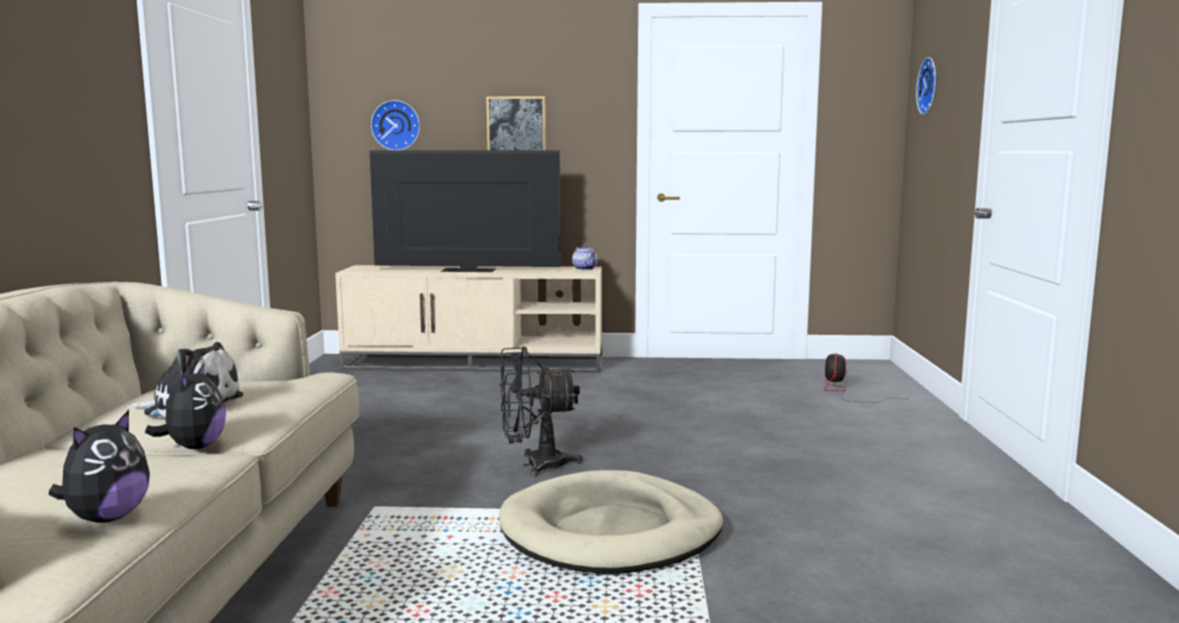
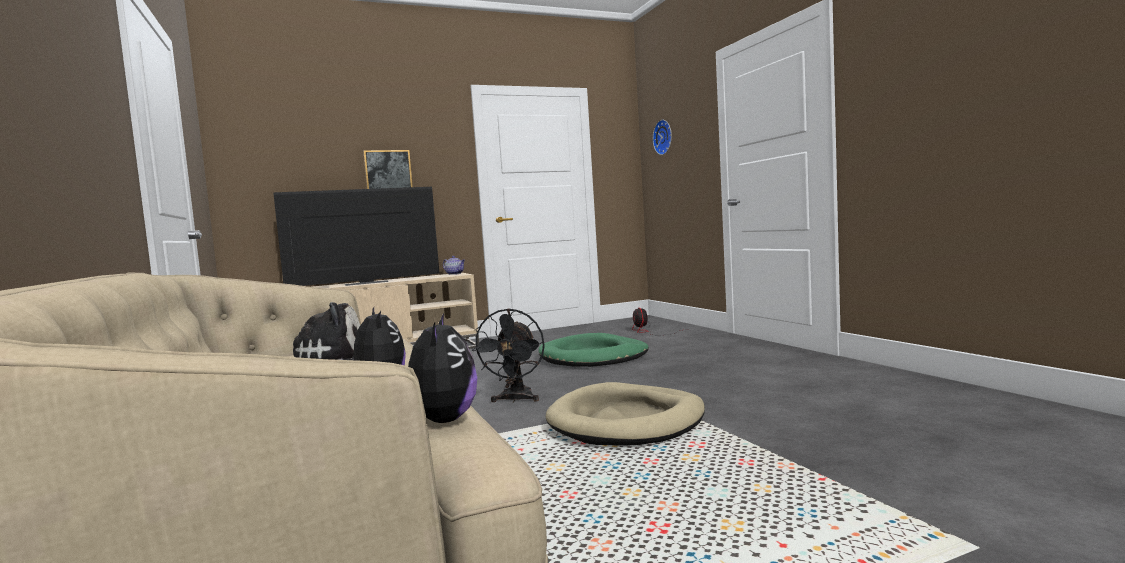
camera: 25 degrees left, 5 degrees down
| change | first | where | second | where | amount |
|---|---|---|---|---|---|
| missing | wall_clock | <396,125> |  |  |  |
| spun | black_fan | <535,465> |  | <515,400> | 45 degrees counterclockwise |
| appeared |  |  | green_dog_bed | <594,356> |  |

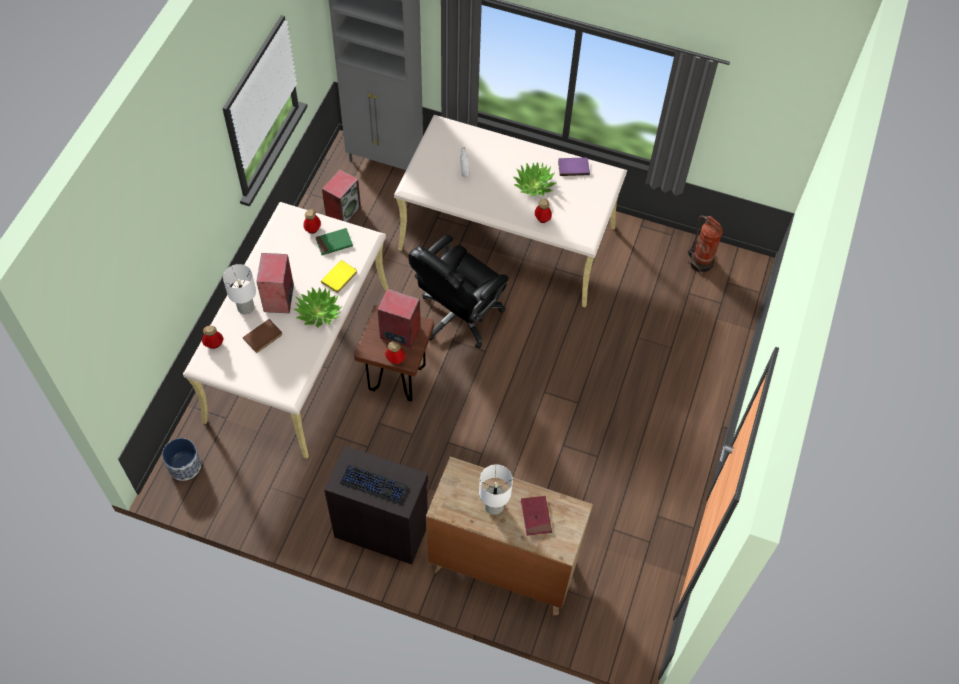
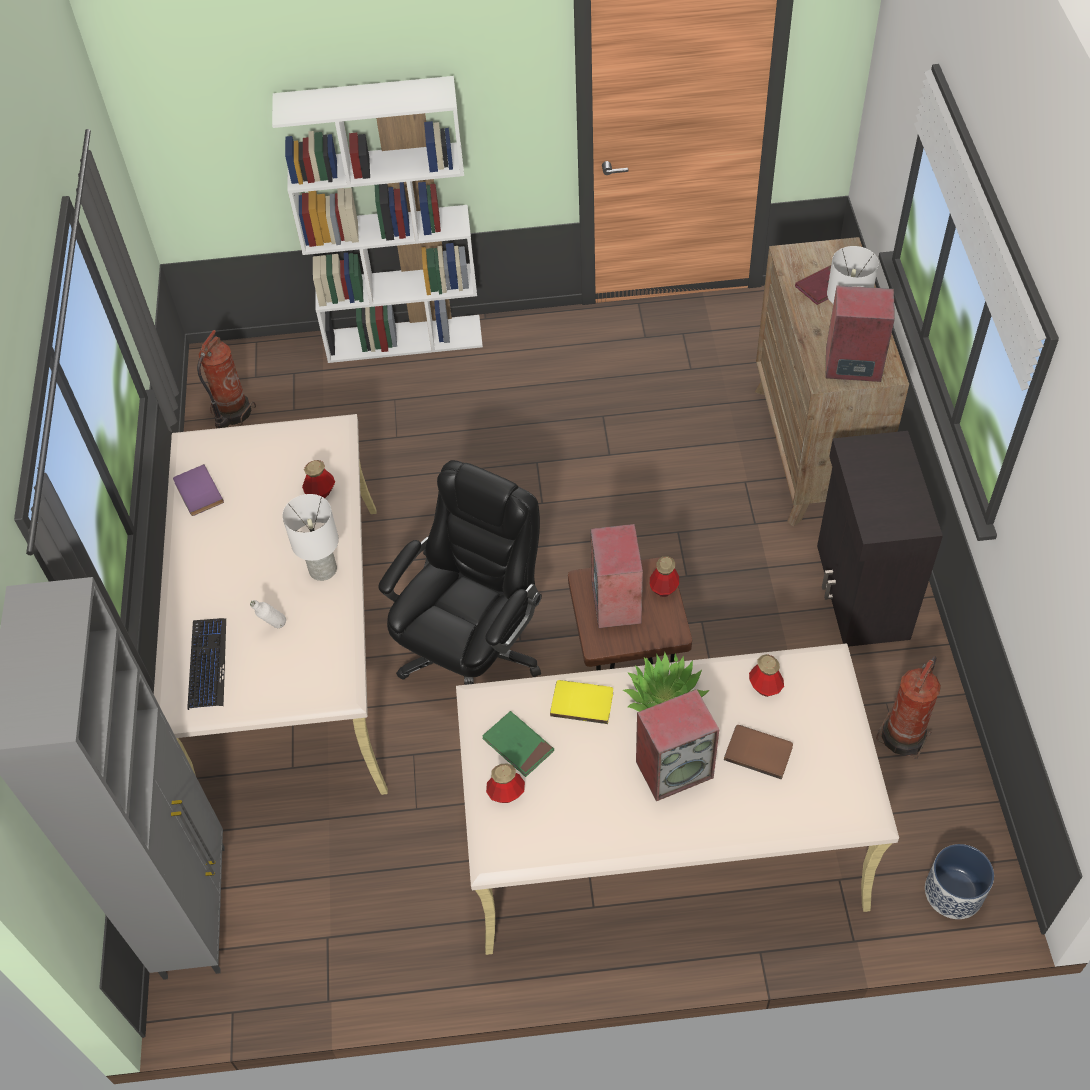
camera: 110 degrees left, 5 degrees down
| change | first | where | second | where | amount |
|---|---|---|---|---|---|
| missing | potted_plant | <534,185> |  |  |  |
| relocated | speaker | <343,212> |  | <852,365> |  |
| spun | black_office_chair | <458,316> |  | <473,652> | 75 degrees counterclockwise |
| relocated | white_table_lamp | <246,307> |  | <322,569> |  |
| relocated | bottle | <214,343> |  | <765,687> |  |
| relocated | keyboard | <374,484> |  | <207,664> |  |
| appeared |  |  | white_bookcase | <405,338> |  |
| appeared |  |  | fire_extinguisher | <905,735> |  |

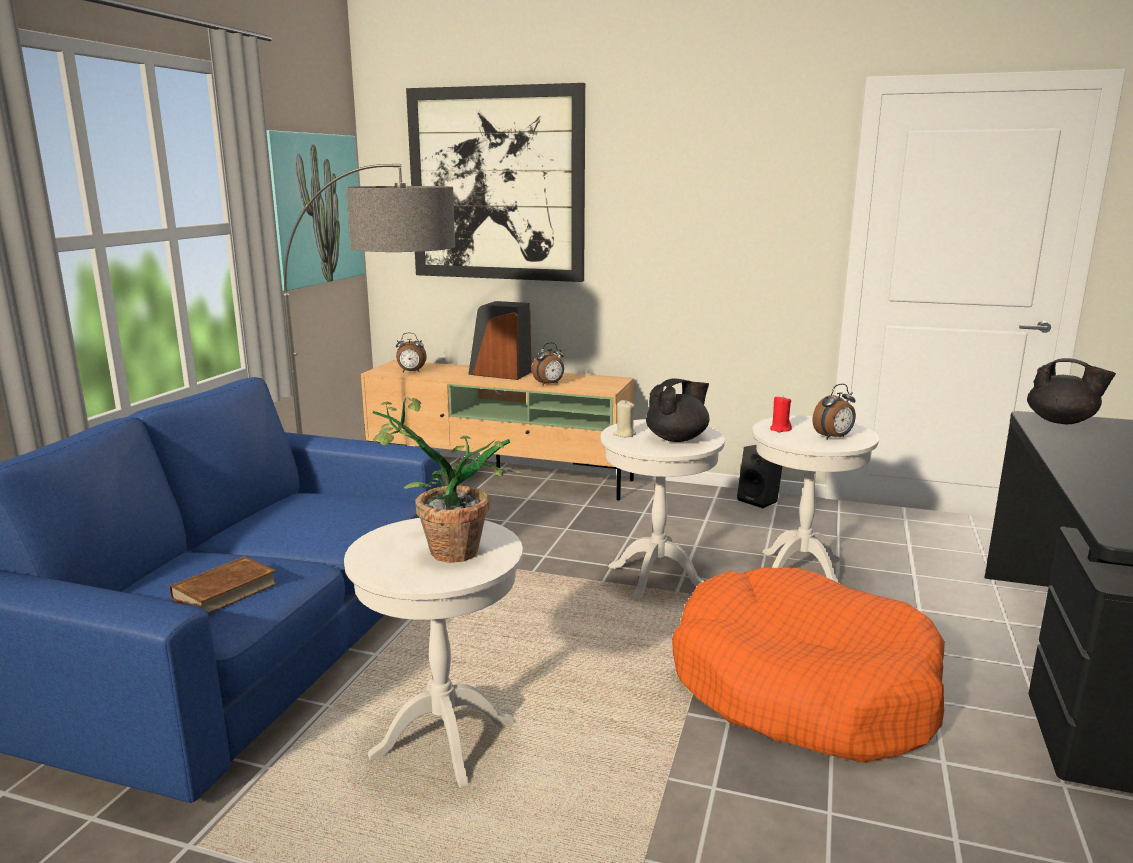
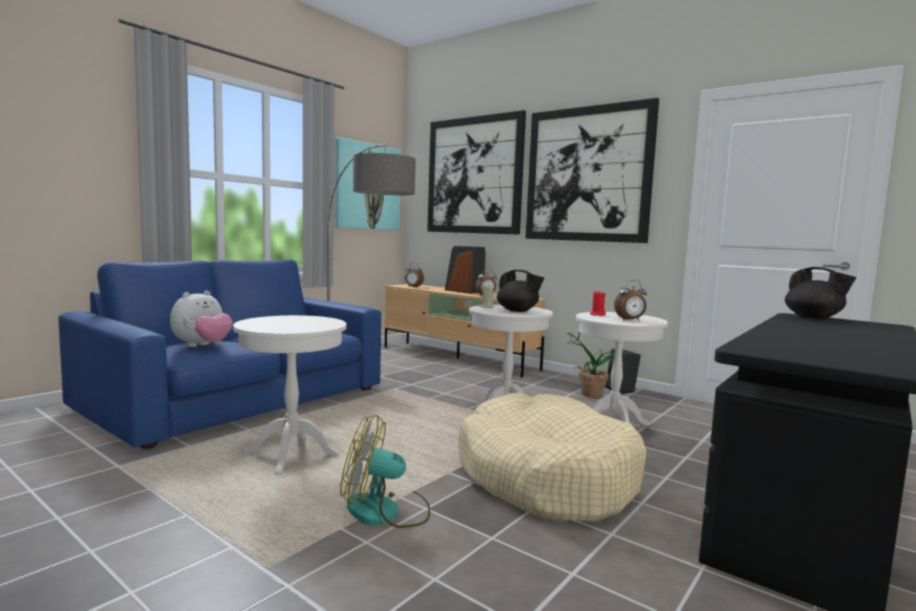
camera: 20 degrees right, 10 degrees down
| change | first | where | second | where | amount |
|---|---|---|---|---|---|
| spun | black_teapot | <677,438> |  | <518,311> | 45 degrees clockwise |
| relocated | potted_plant | <441,551> |  | <586,394> |  |
| exchanged | brown_book | <224,591> | plush_toy | <202,346> |  |
| colour | orange_dog_bed | <802,687> | beige_dog_bed | <545,477> |  |
| appeared |  |  | picture | <587,174> |  |
| appeared |  |  | fan | <385,512> |  |

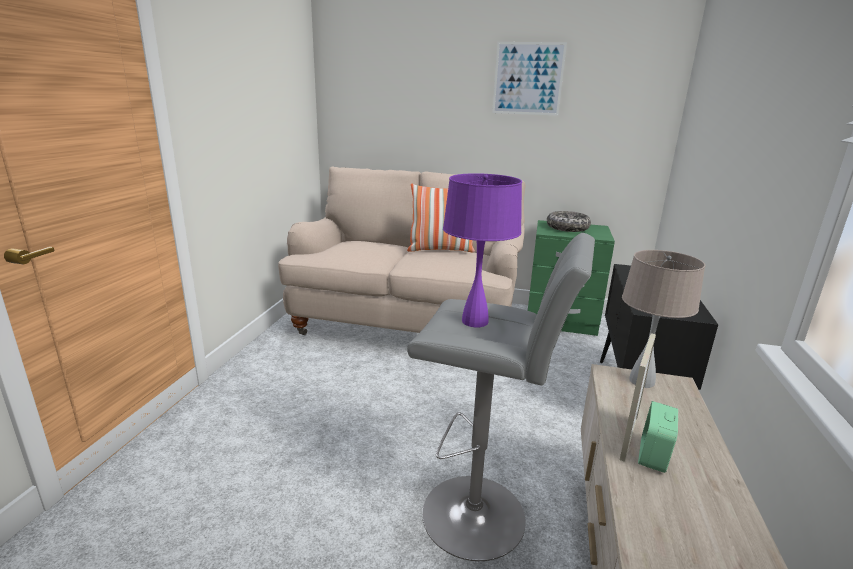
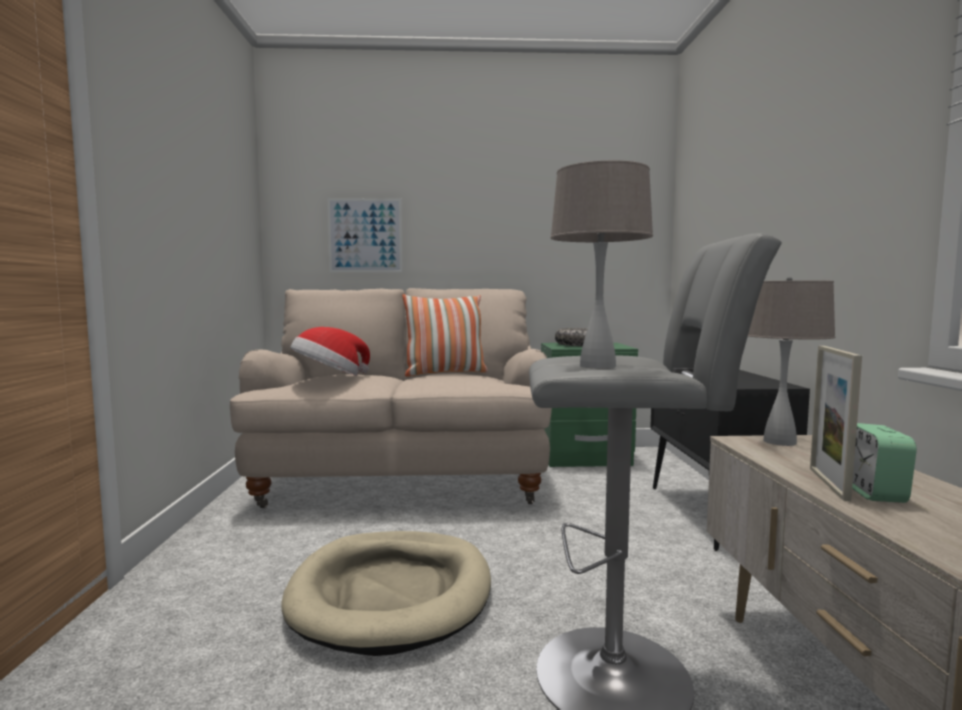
camera: 15 degrees left, 15 degrees down
| change | first | where | second | where | amount |
|---|---|---|---|---|---|
| relocated | picture | <528,79> |  | <365,235> |  |
| colour | purple_table_lamp | <475,321> | beige_table_lamp | <597,366> |  |
| appeared |  |  | hat | <329,377> |  |
| appeared |  |  | beige_dog_bed | <392,594> |  |

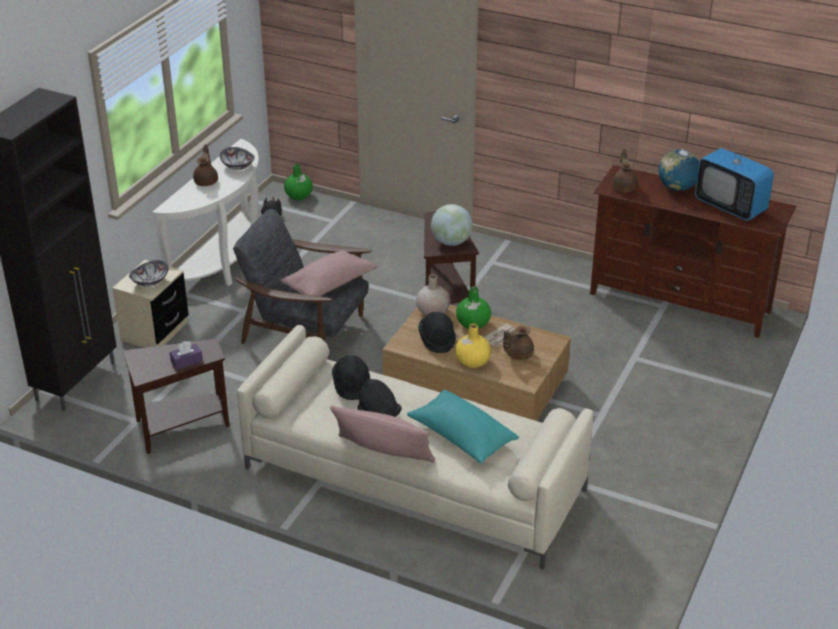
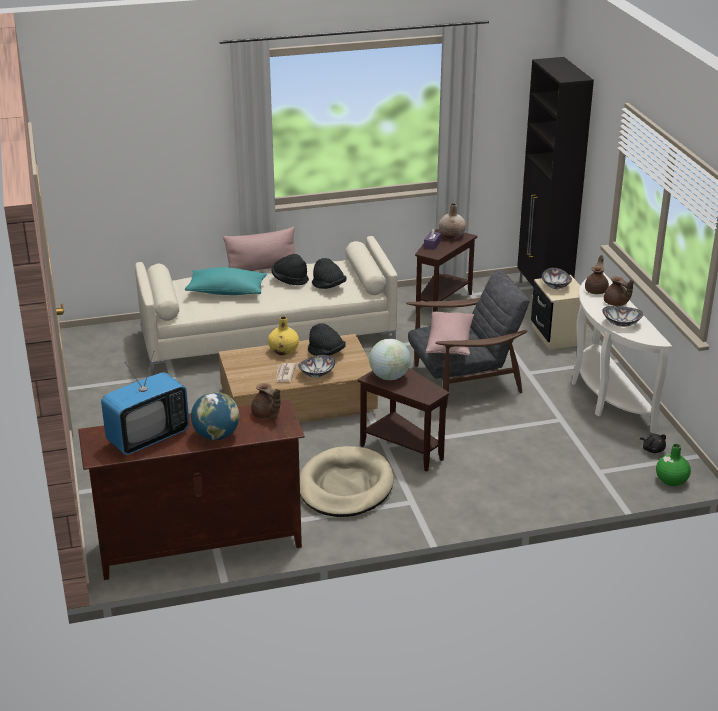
camera: 140 degrees right, 5 degrees down
| change | first | where | second | where | amount |
|---|---|---|---|---|---|
| spun | television | <730,206> |  | <148,437> | 135 degrees clockwise |
| relocated | beige_vase | <432,311> |  | <452,235> |  |
| exchanged | green_vase | <472,323> | bowl | <316,373> |  |
| relocated | brown_teapot | <518,354> |  | <596,290> |  |
| appeared |  |  | beige_dog_bed | <345,486> |  |

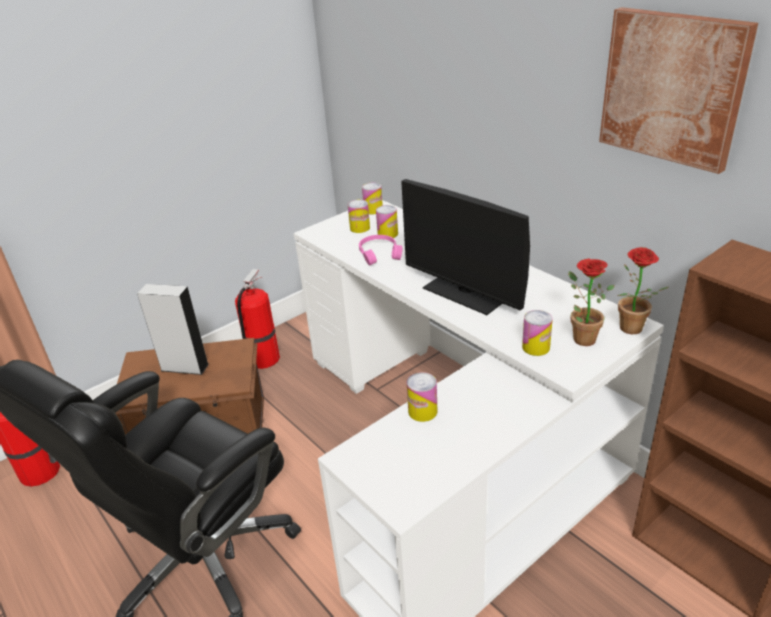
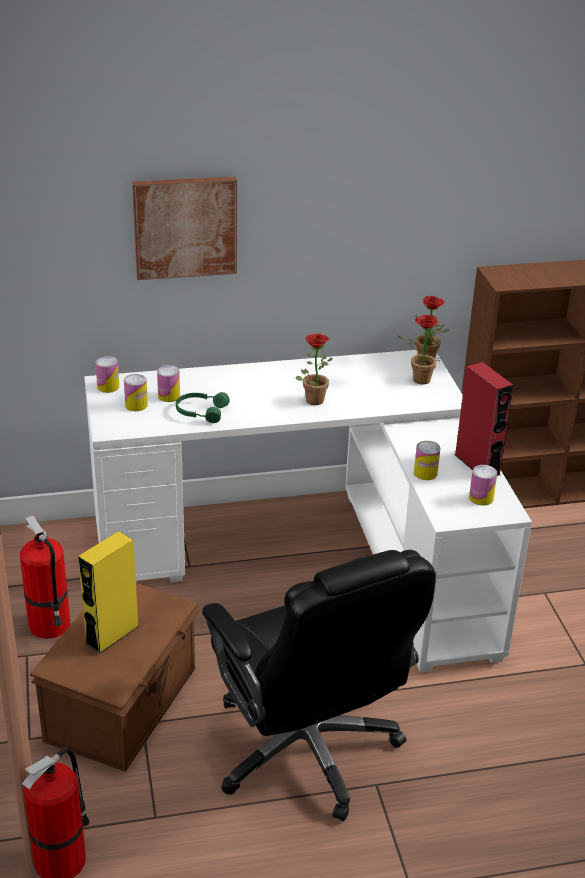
camera: 65 degrees left, 0 degrees up
| change | first | where | second | where | amount |
|---|---|---|---|---|---|
| relocated | picture | <672,88> |  | <185,227> |  |
| exchanged | monitor | <464,293> | potted_plant | <313,398> |  |
| colour | pink_headphones | <380,254> | green_headphones | <201,412> |  |
| colour | grey_speaker | <184,367> | yellow_speaker | <112,634> |  |
| relocated | can | <536,347> |  | <481,498> |  |
| appeared |  |  | red_speaker | <477,464> |  |

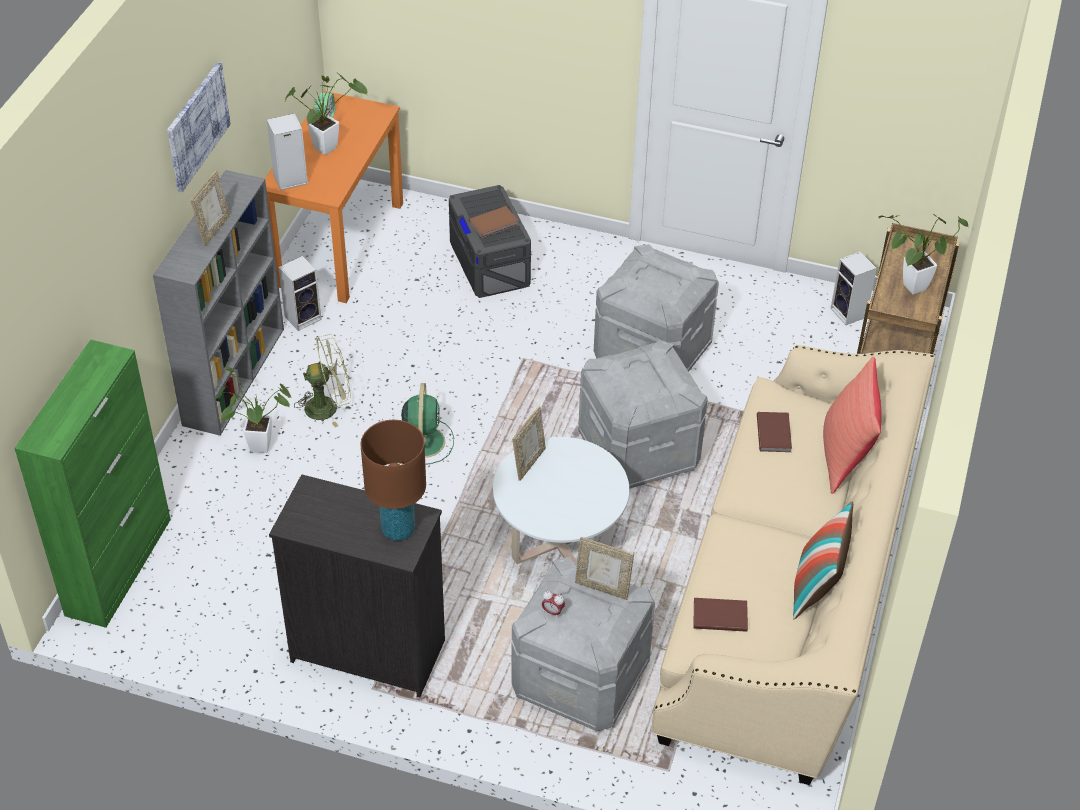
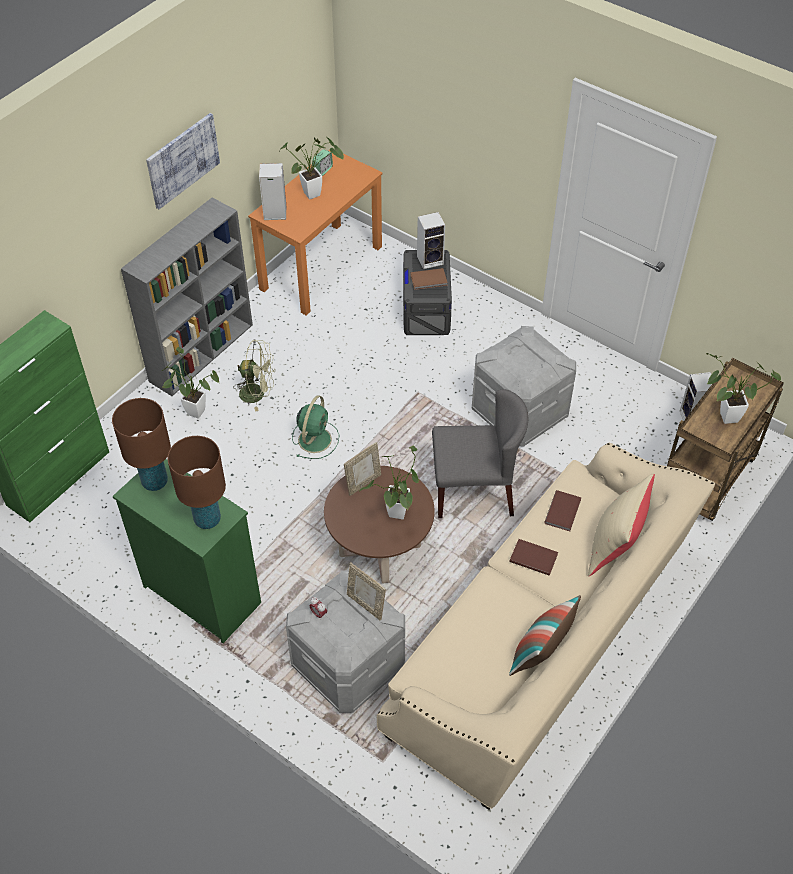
camera: 20 degrees right, 5 degrees up
| change | first | where | second | where | amount |
|---|---|---|---|---|---|
| missing | picture_frame | <214,230> |  |  |  |
| relocated | speaker | <303,317> |  | <431,259> |  |
| exchanged | grey_storage_box | <639,451> | grey_chair | <474,491> |  |
| colour | red_pillow | <845,454> | beige_pillow | <615,545> |  |
| colour | white_coffee_table | <559,544> | brown_coffee_table | <380,550> |  |
| colour | black_dresser | <367,650> | green_dresser | <202,594> |  |
| relocated | brown_book | <719,615> |  | <533,557> |  |
| appeared |  |  | brown_table_lamp | <155,482> |  |
| appeared |  |  | potted_plant | <396,516> |  |

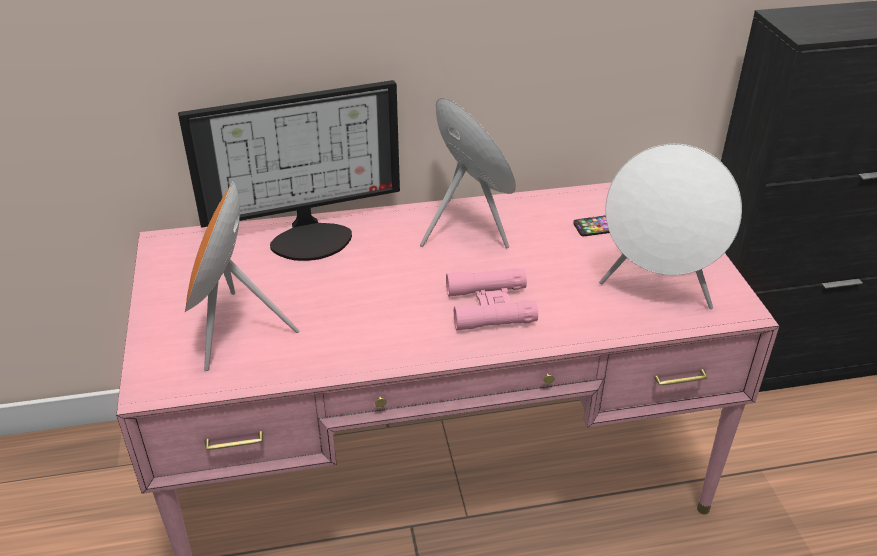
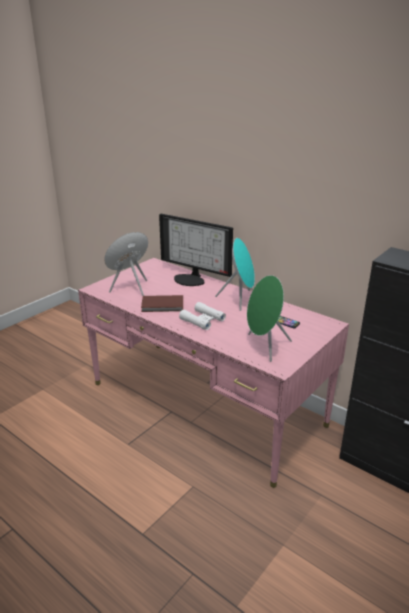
camera: 50 degrees right, 10 degrees down
| change | first | where | second | where | amount |
|---|---|---|---|---|---|
| colour | white_speaker | <657,289> | green_speaker | <264,346> |  |
| colour | pink_binoculars | <490,306> | white_binoculars | <202,320> |  |
| appeared |  |  | brown_book | <163,305> |  |

